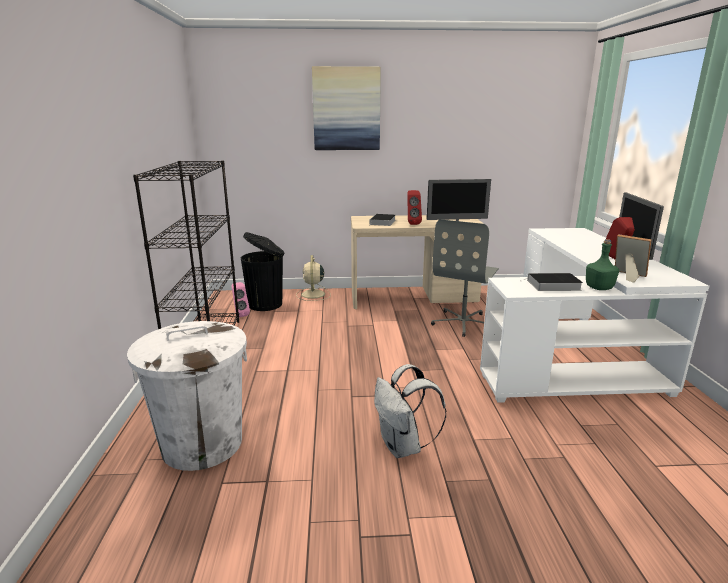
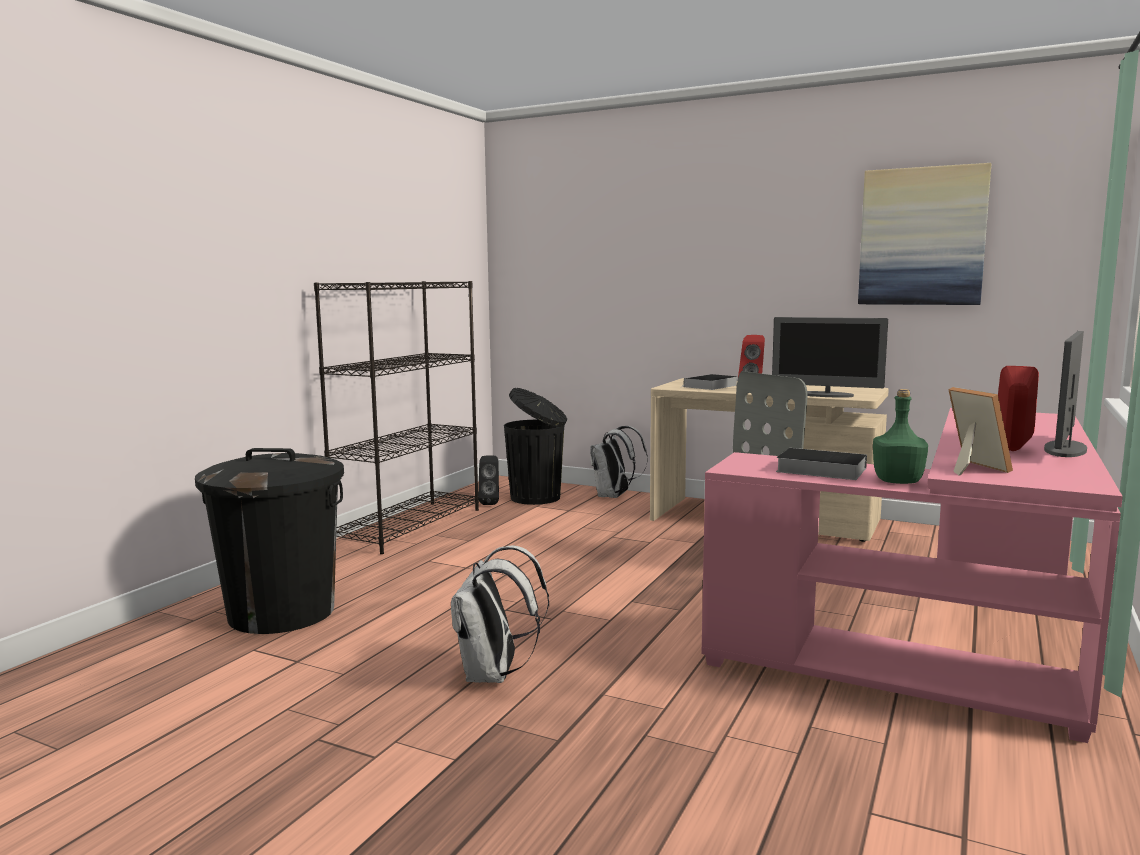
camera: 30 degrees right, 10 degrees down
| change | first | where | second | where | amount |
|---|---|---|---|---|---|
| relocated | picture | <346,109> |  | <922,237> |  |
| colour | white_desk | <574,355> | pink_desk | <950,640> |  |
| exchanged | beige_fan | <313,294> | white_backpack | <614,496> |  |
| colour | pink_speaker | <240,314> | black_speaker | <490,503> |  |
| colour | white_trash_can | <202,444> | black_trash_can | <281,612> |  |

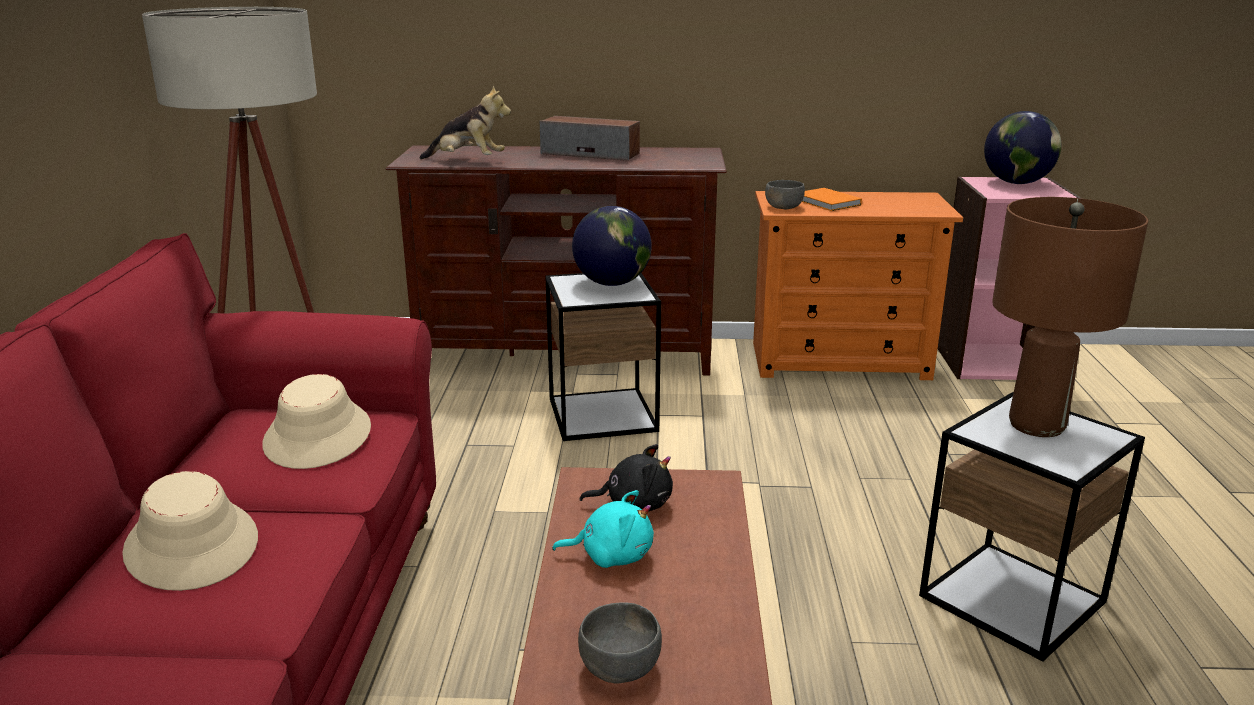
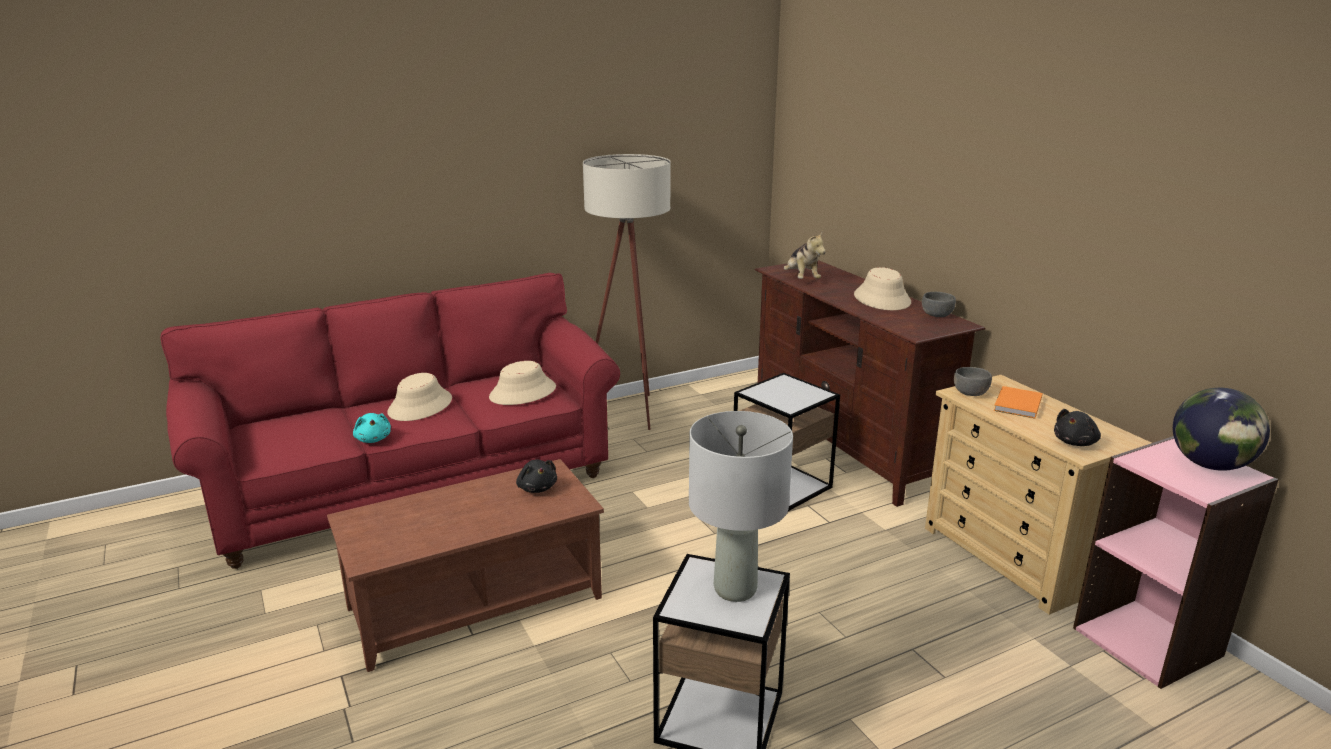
camera: 60 degrees right, 0 degrees up
| change | first | where | second | where | amount |
|---|---|---|---|---|---|
| exchanged | speaker | <590,153> | beige_hat | <882,299> |  |
| colour | orange_dresser | <840,361> | beige_dresser | <1013,557> |  |
| colour | brown_table_lamp | <1035,425> | grey_table_lamp | <735,589> |  |
| missing | globe | <612,283> |  |  |  |
| relocated | turquoise_plush_toy | <611,555> |  | <373,439> |  |
| relocated | grey_bowl | <620,667> |  | <937,315> |  |
| appeared |  |  | black_plush_toy | <1075,442> |  |

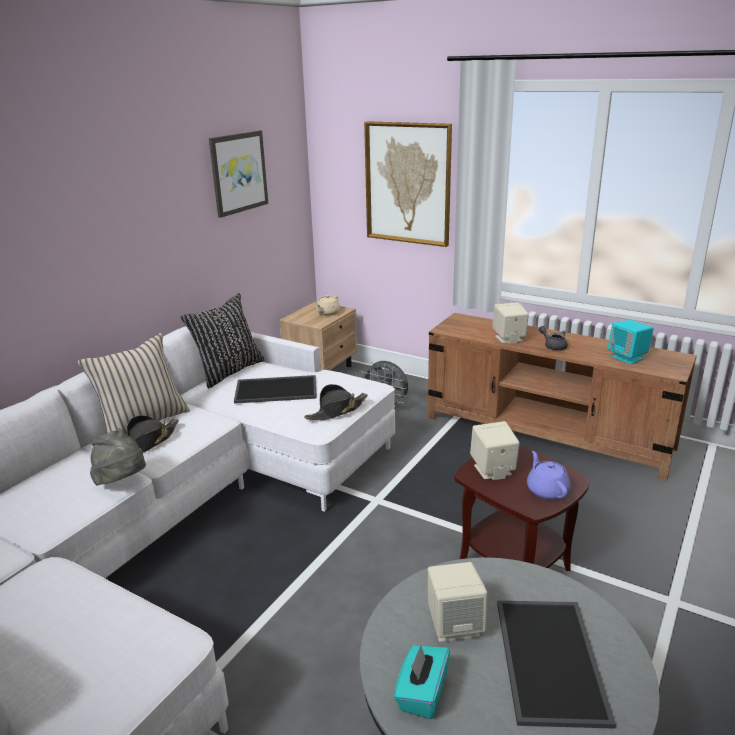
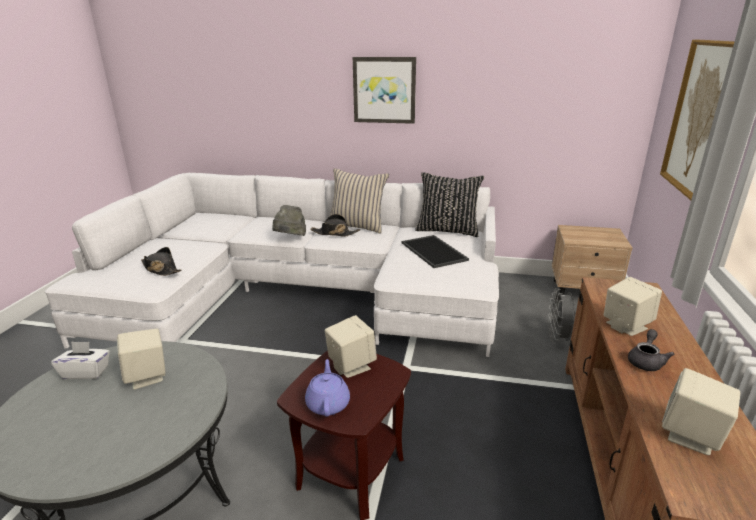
camera: 70 degrees right, 0 degrees up
| change | first | where | second | where | amount |
|---|---|---|---|---|---|
| relocated | picture | <238,173> |  | <384,90> |  |
| missing | beige_teapot | <327,313> |  |  |  |
| colour | turquoise_speaker | <627,357> | beige_speaker | <691,436> |  |
| relocated | black_hat | <336,411> |  | <161,269> |  |
| spun | purple_teapot | <546,490> |  | <328,403> | 60 degrees counterclockwise |
| missing | tray | <552,661> |  |  |  |
| colour | turquoise_tissue_box | <422,693> | white_tissue_box | <86,372> |  |

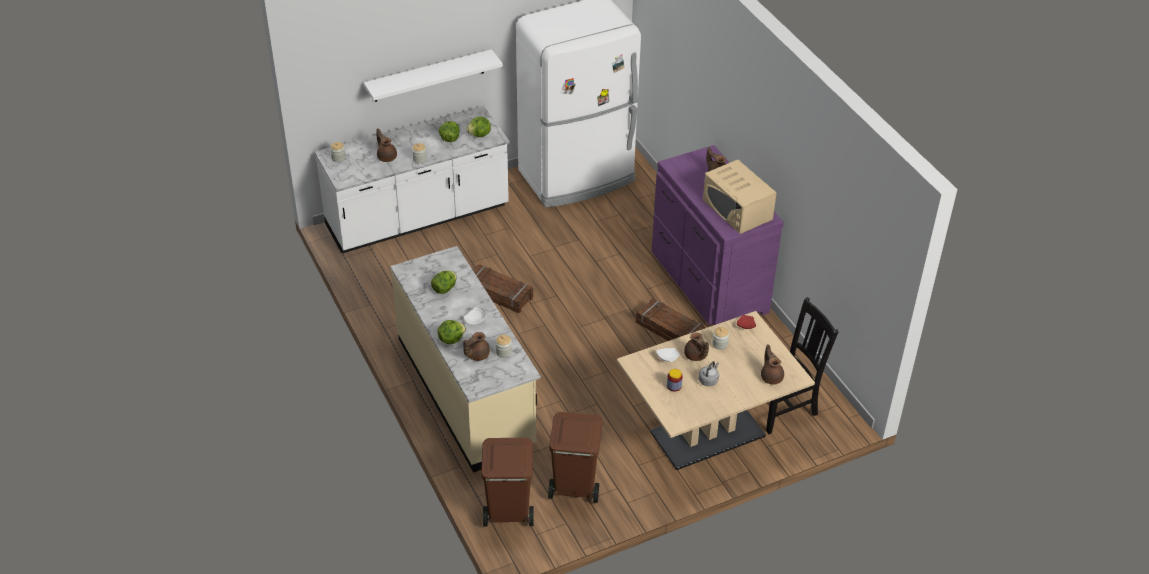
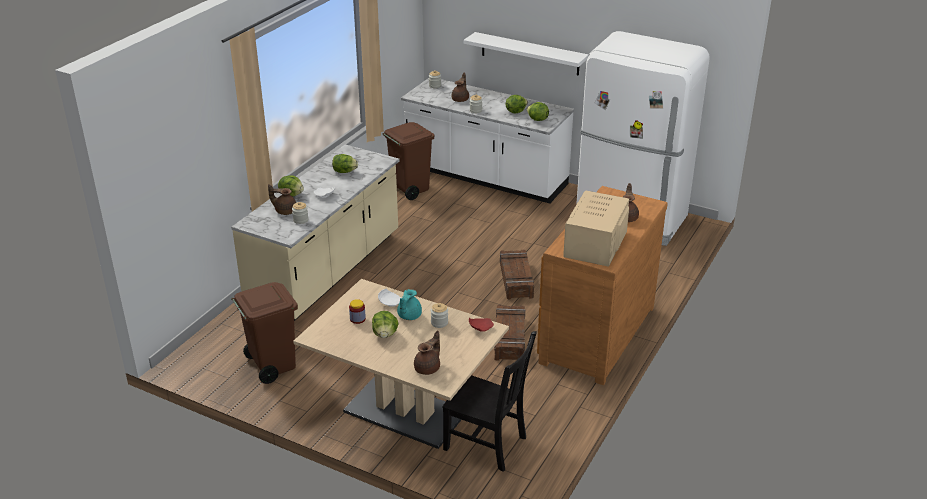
camera: 55 degrees right, 10 degrees down
| change | first | where | second | where | amount |
|---|---|---|---|---|---|
| colour | purple_dresser | <707,283> | brown_dresser | <595,334> |  |
| relocated | crate | <499,293> |  | <516,280> |  |
| colour | brown_teapot | <695,356> | turquoise_teapot | <408,316> |  |
| exchanged | grey_kettle | <709,380> | lettuce | <385,334> |  |
| relocated | brown_trash_can | <508,513> |  | <409,189> |  |

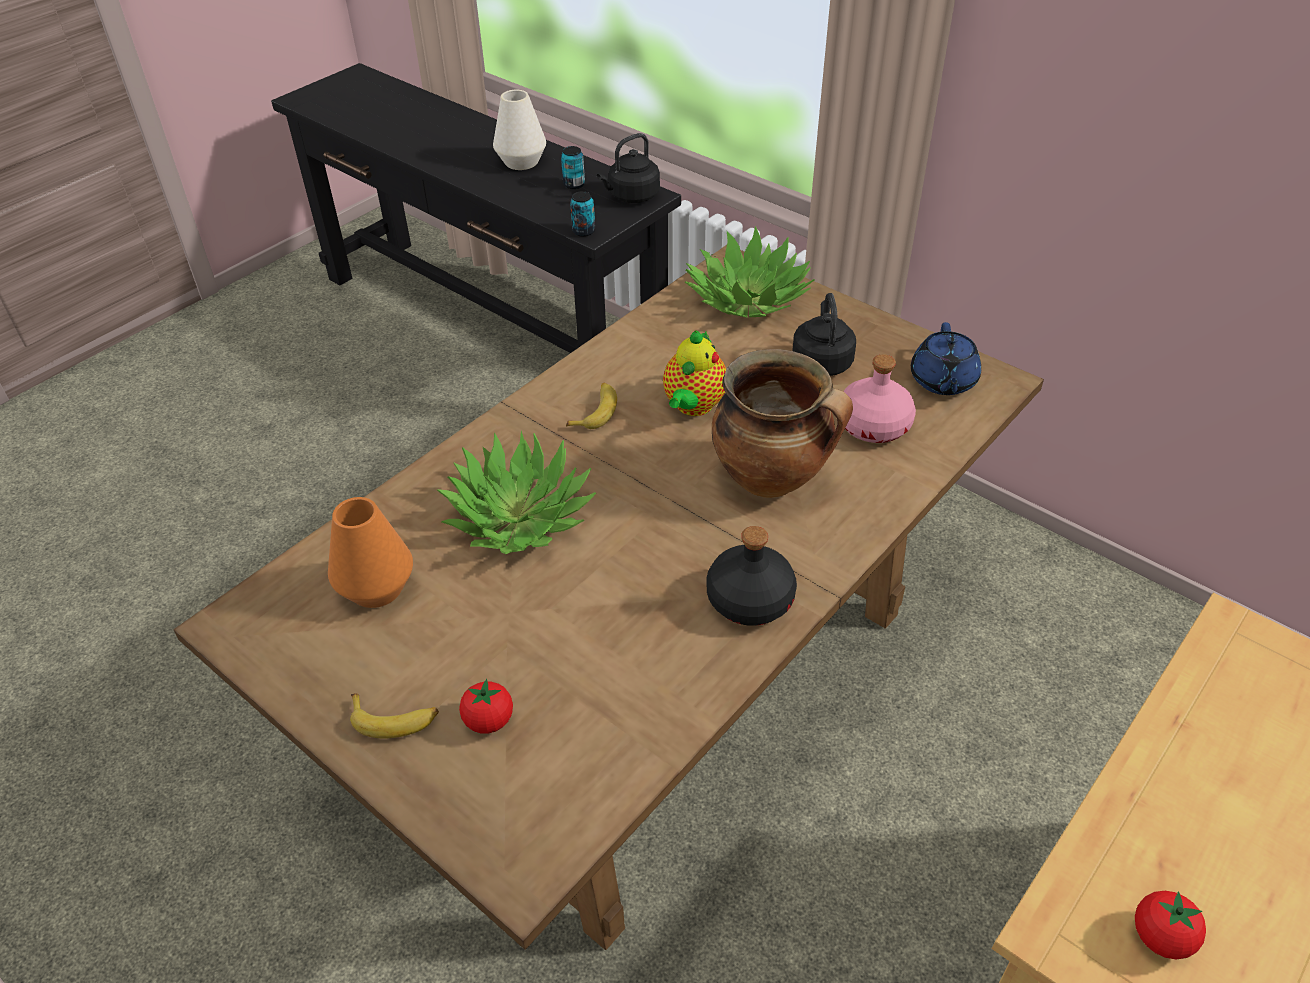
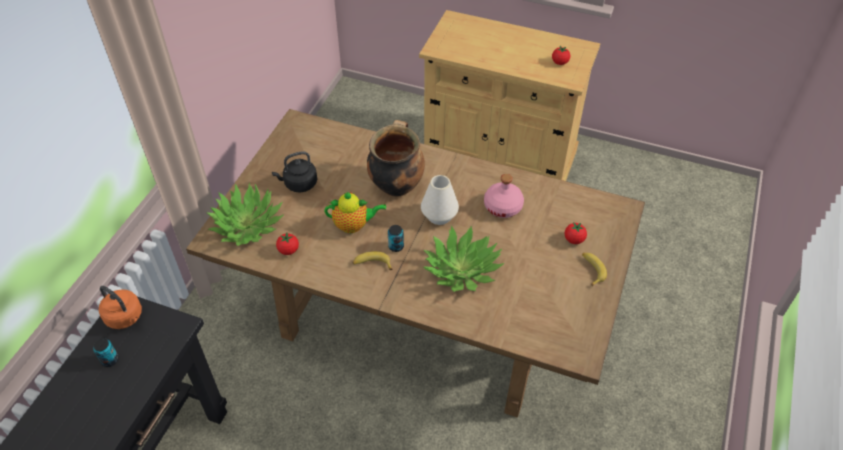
camera: 110 degrees left, 5 degrees up
| change | first | where | second | where | amount |
|---|---|---|---|---|---|
| relocated | white_vase | <521,162> |  | <439,216> |  |
| colour | black_kettle | <631,196> | orange_kettle | <125,317> |  |
| relocated | can | <583,231> |  | <396,246> |  |
| missing | blue_teapot | <942,381> |  |  |  |
| relocated | pink_bottle | <874,425> |  | <503,206> |  |
| missing | orange_vase | <377,588> |  |  |  |
| missing | black_bottle | <749,599> |  |  |  |
| appeared |  |  | tomato | <288,250> |  |

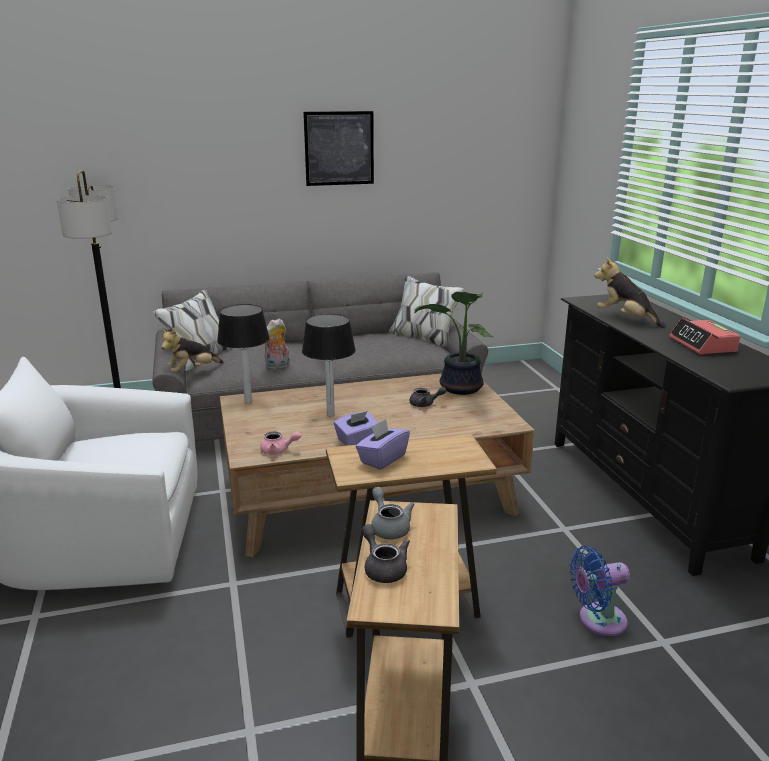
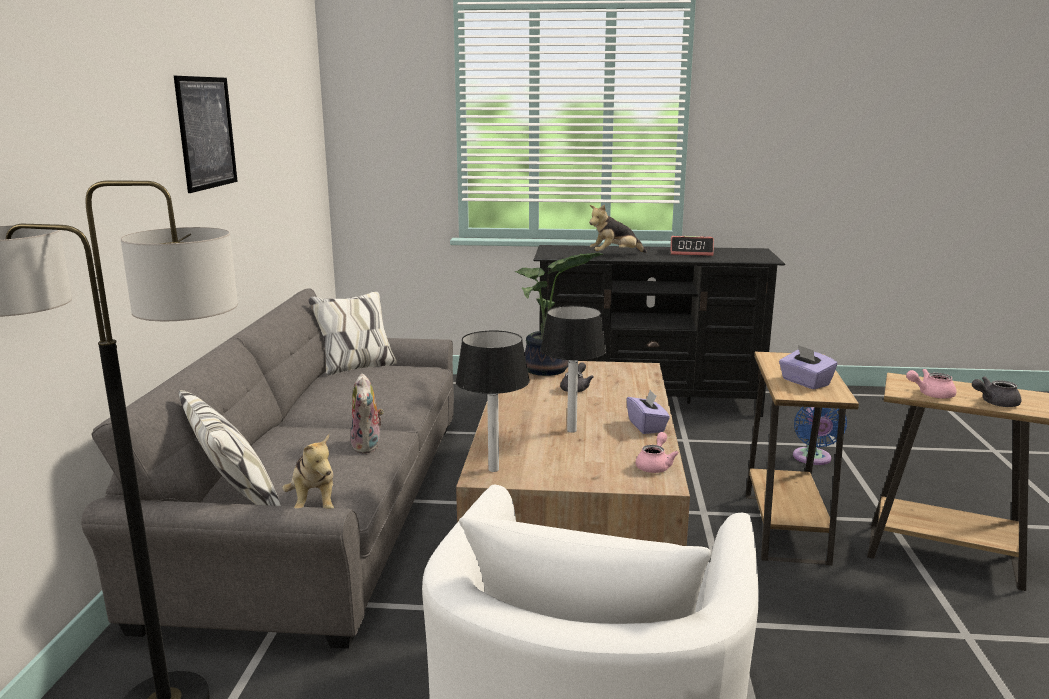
camera: 70 degrees left, 5 degrees down
| change | first | where | second | where | amount |
|---|---|---|---|---|---|
| colour | grey_teapot | <389,527> | pink_teapot | <930,394> |  |

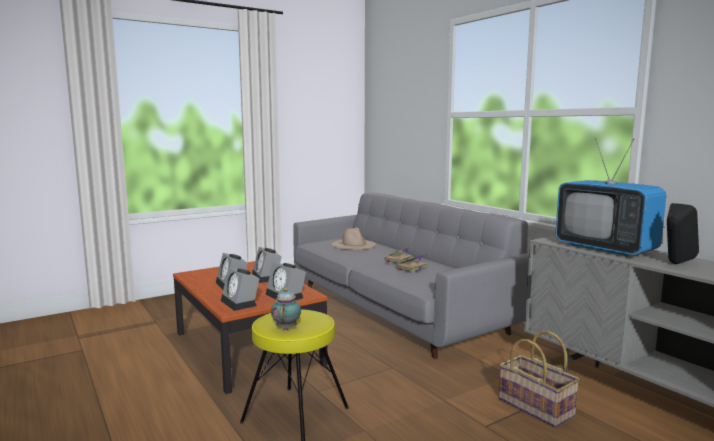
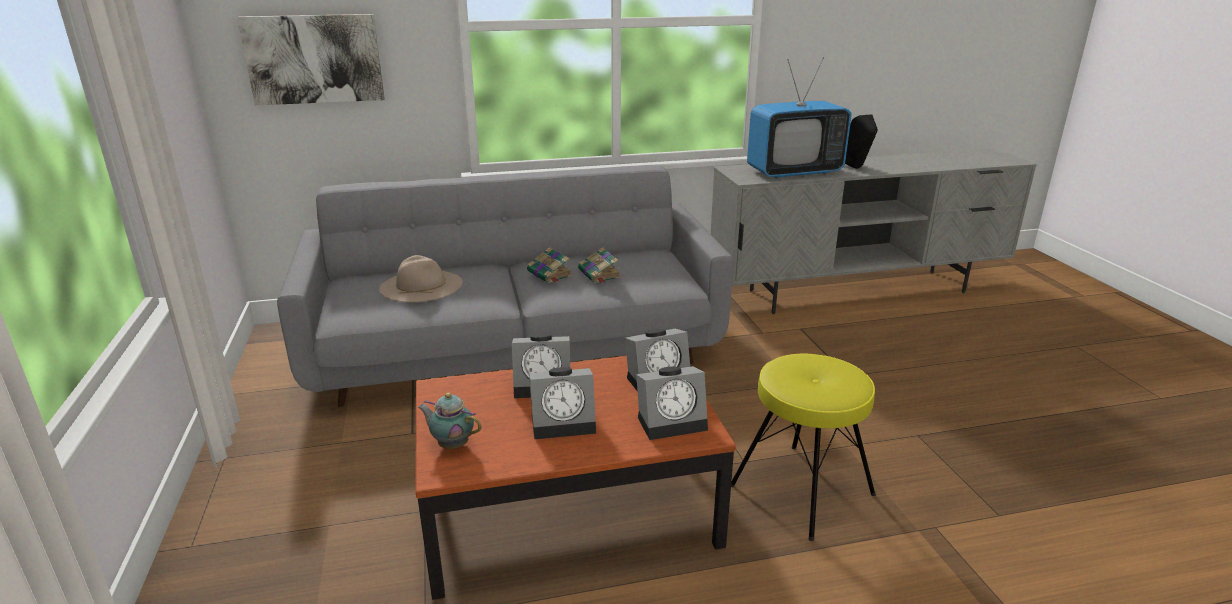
camera: 70 degrees left, 15 degrees up
| change | first | where | second | where | amount |
|---|---|---|---|---|---|
| relocated | teapot | <287,328> |  | <452,445> |  |
| missing | basket | <536,407> |  |  |  |
| appeared |  |  | picture | <314,59> |  |

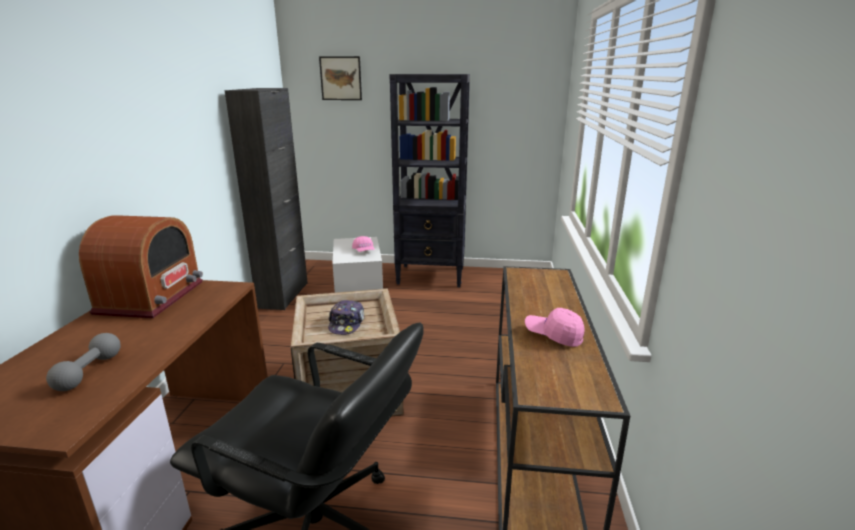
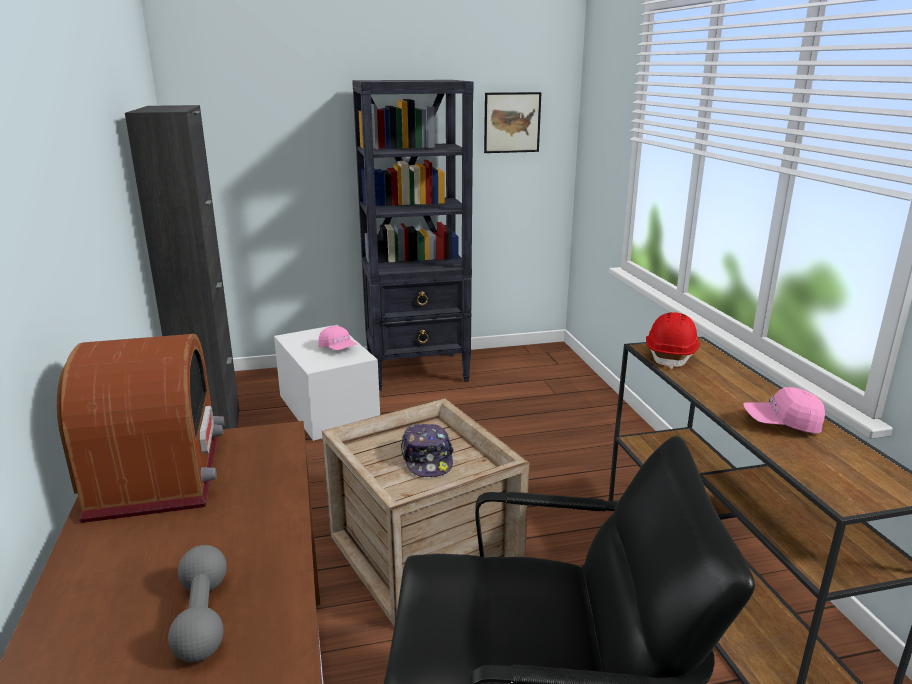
camera: 20 degrees left, 0 degrees up
| change | first | where | second | where | amount |
|---|---|---|---|---|---|
| relocated | picture | <341,78> |  | <512,122> |  |
| appeared |  |  | red_hard_hat | <671,355> |  |

